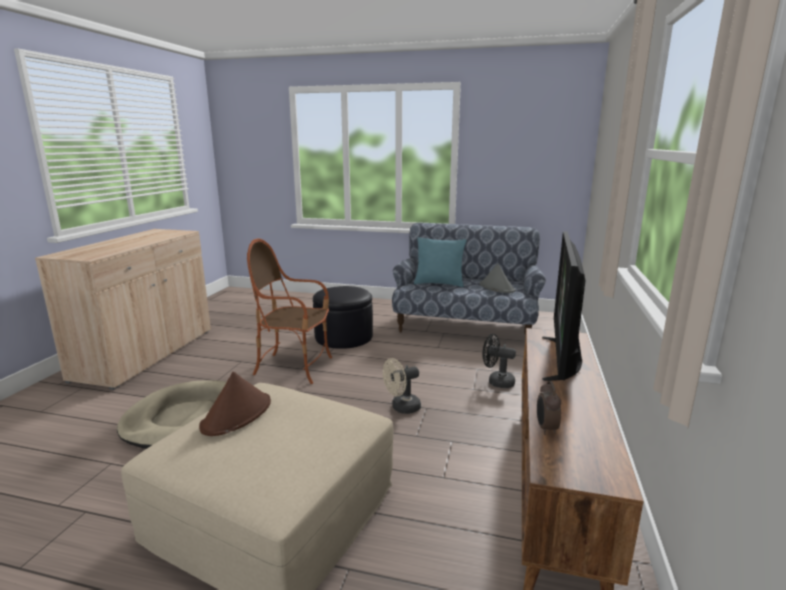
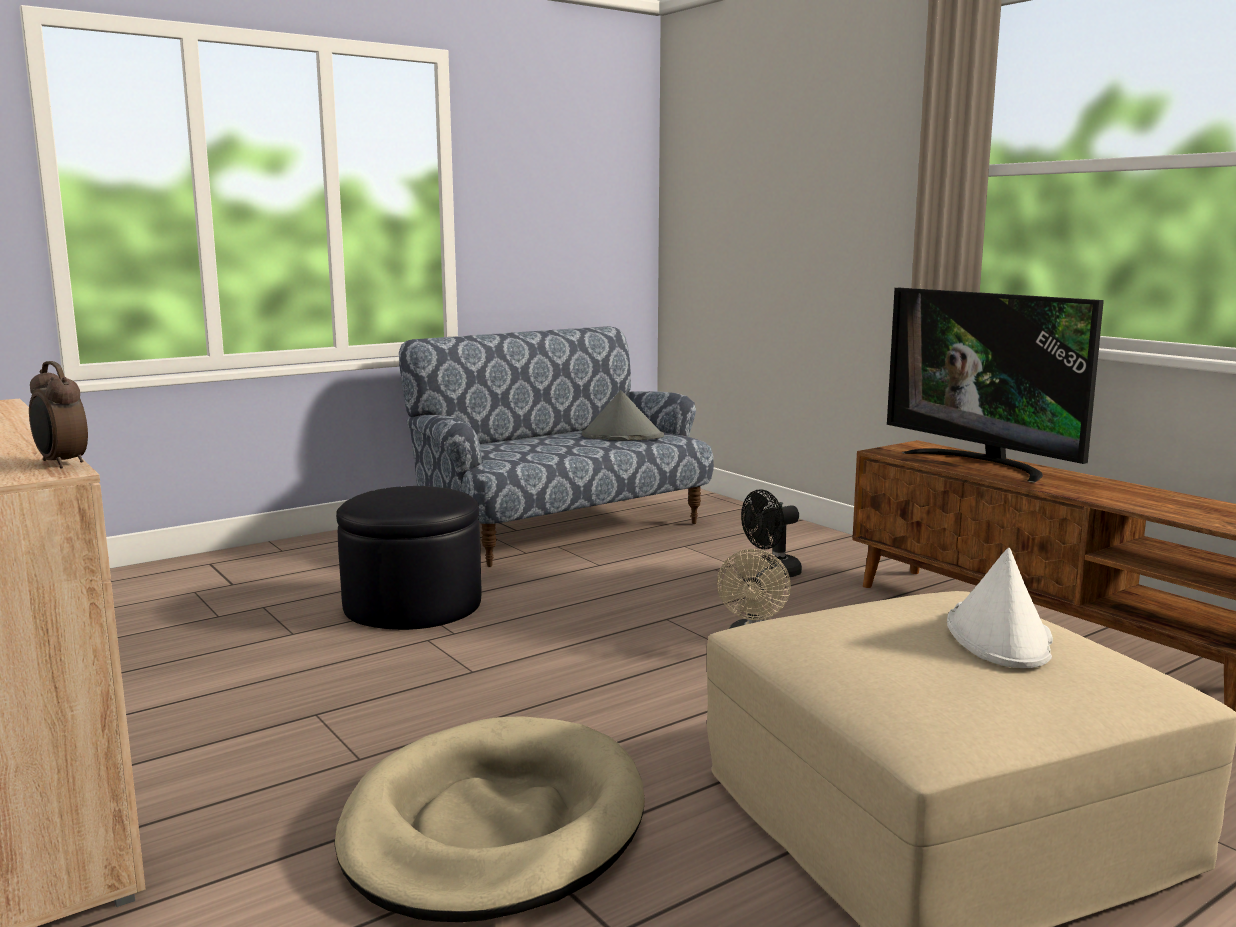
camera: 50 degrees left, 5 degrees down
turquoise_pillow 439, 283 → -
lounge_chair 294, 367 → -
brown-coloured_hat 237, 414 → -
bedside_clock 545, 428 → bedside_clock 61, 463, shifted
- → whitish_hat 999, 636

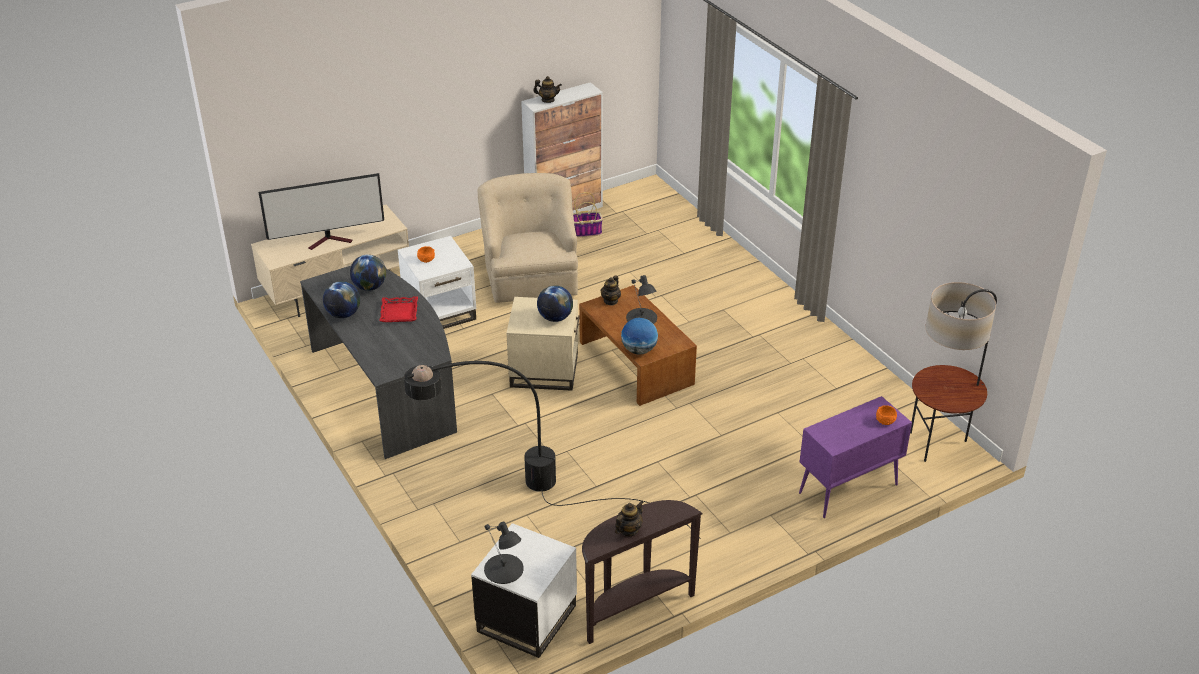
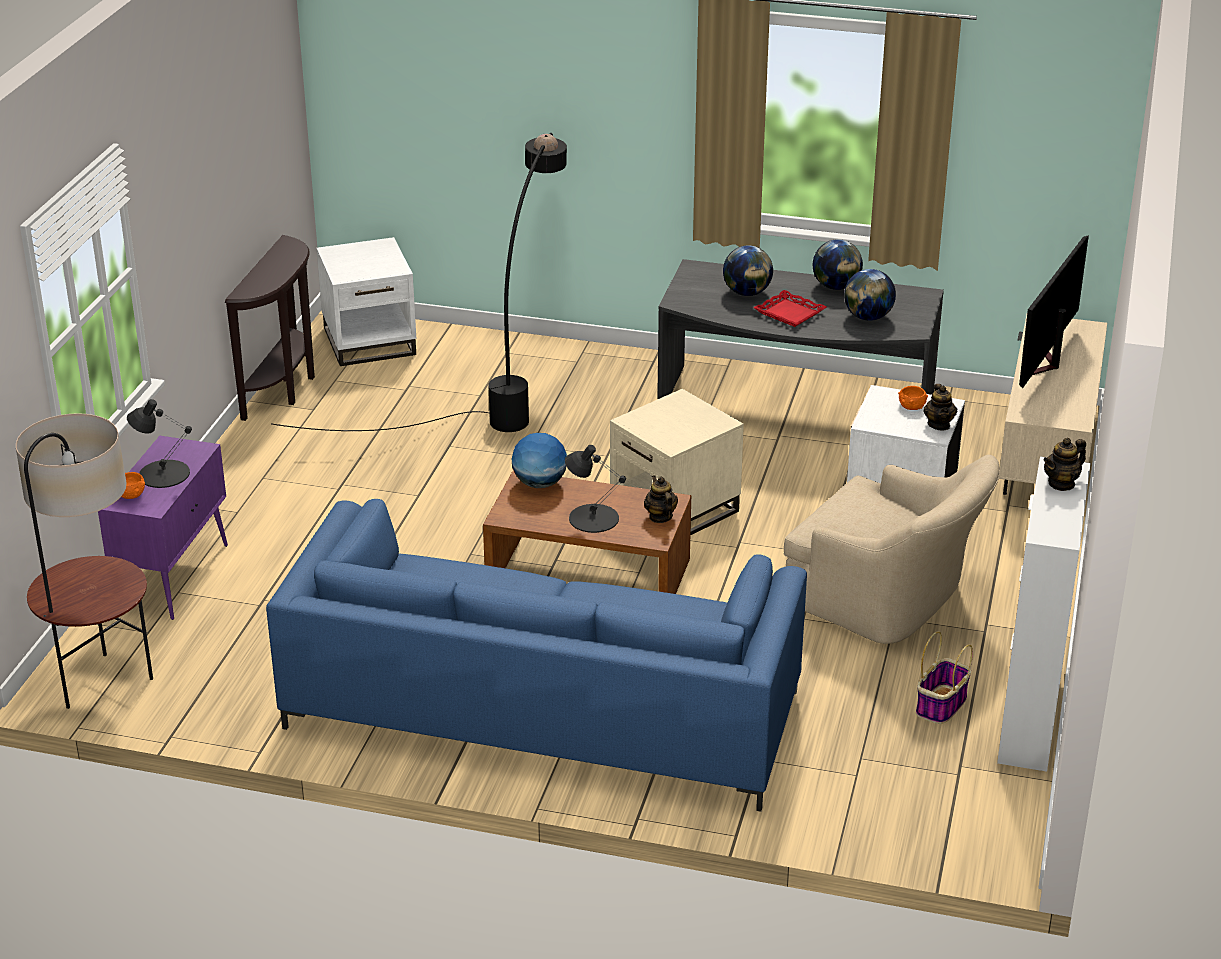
camera: 135 degrees right, 5 degrees down
globe 555, 318 → globe 747, 293, shifted
pot_for_tea 628, 530 → pot_for_tea 939, 425, shifted
black-coloured_table_lamp 504, 569 → black-coloured_table_lamp 163, 474, shifted
- → blue_settee 542, 709

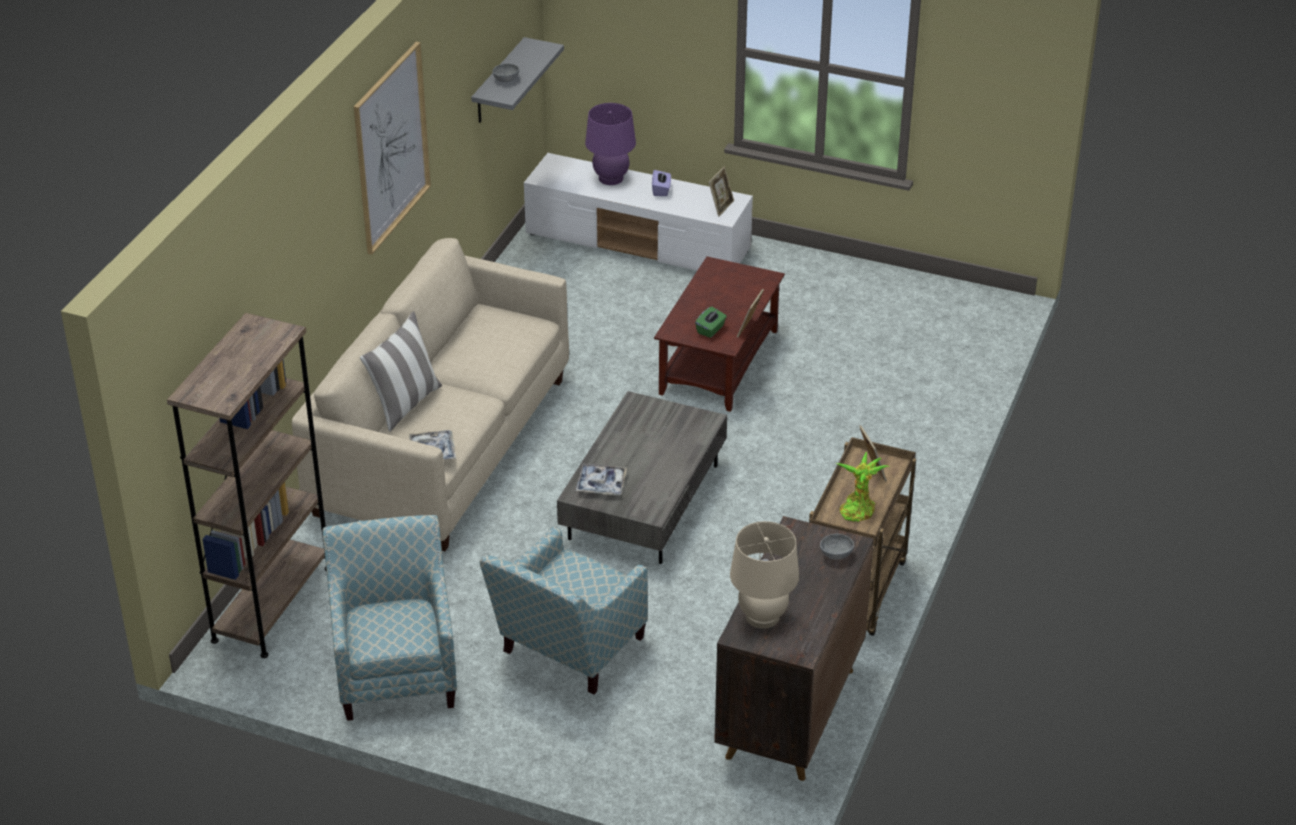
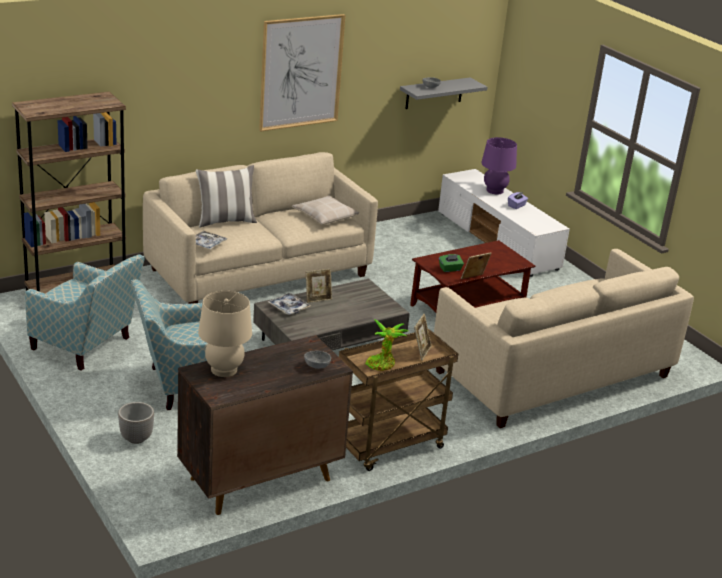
camera: 35 degrees right, 10 degrees down
standing_frame 721, 207 → standing_frame 318, 298, shifted
lounge_chair 396, 670 → lounge_chair 87, 347, 90 degrees clockwise
- → beige-coloured_pillow 324, 216
- → beige-coloured_settee 552, 374
- → plant_pot 136, 438

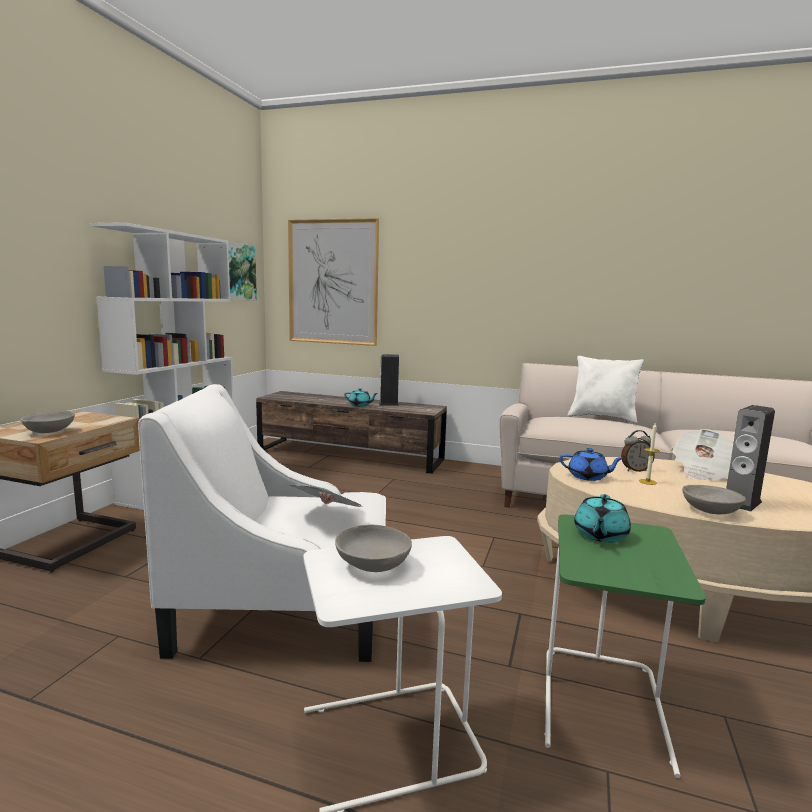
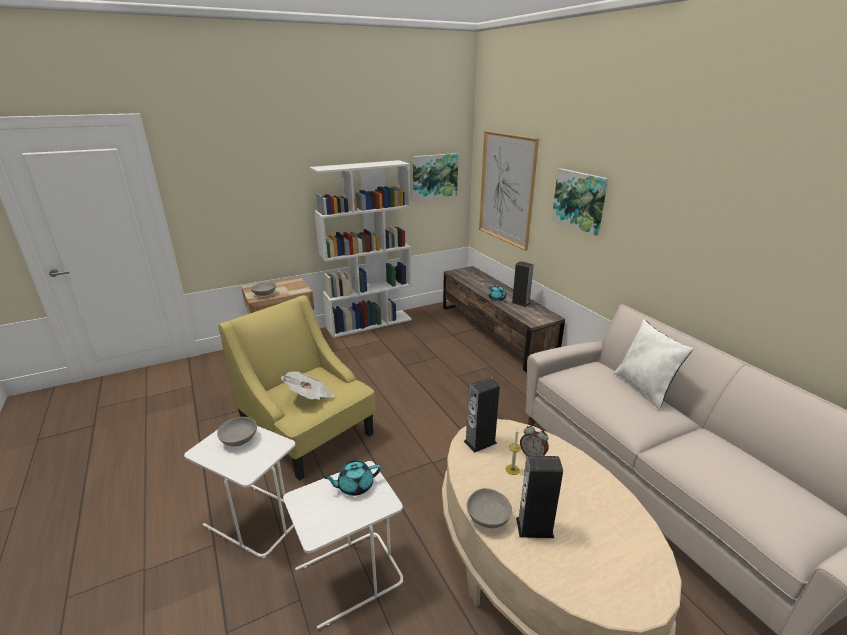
camera: 45 degrees right, 15 degrees up
whitish_lounge_chair 285, 609 → yellowish_lounge_chair 308, 431
newspaper 703, 472 → -
blue_pot_for_tea 588, 477 → speaker 480, 442
green-coloured_side_table 605, 706 → whitish_side_table 349, 577
- → wall_picture 579, 200

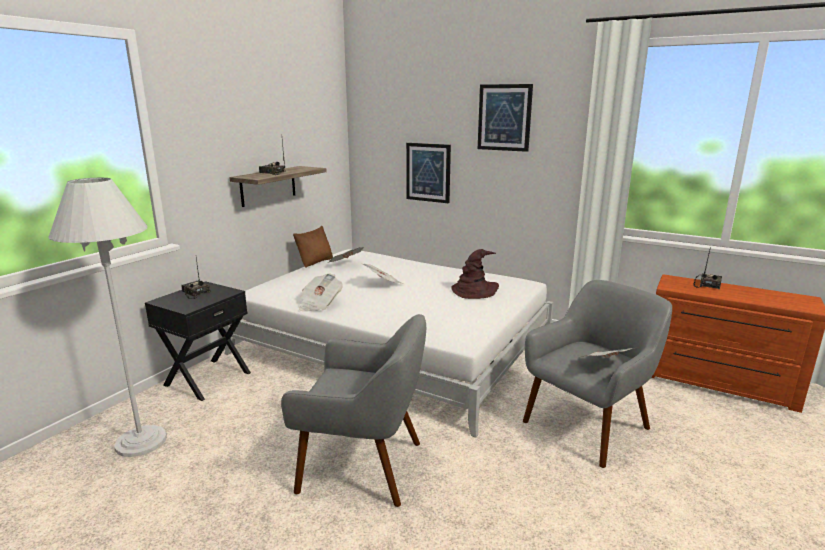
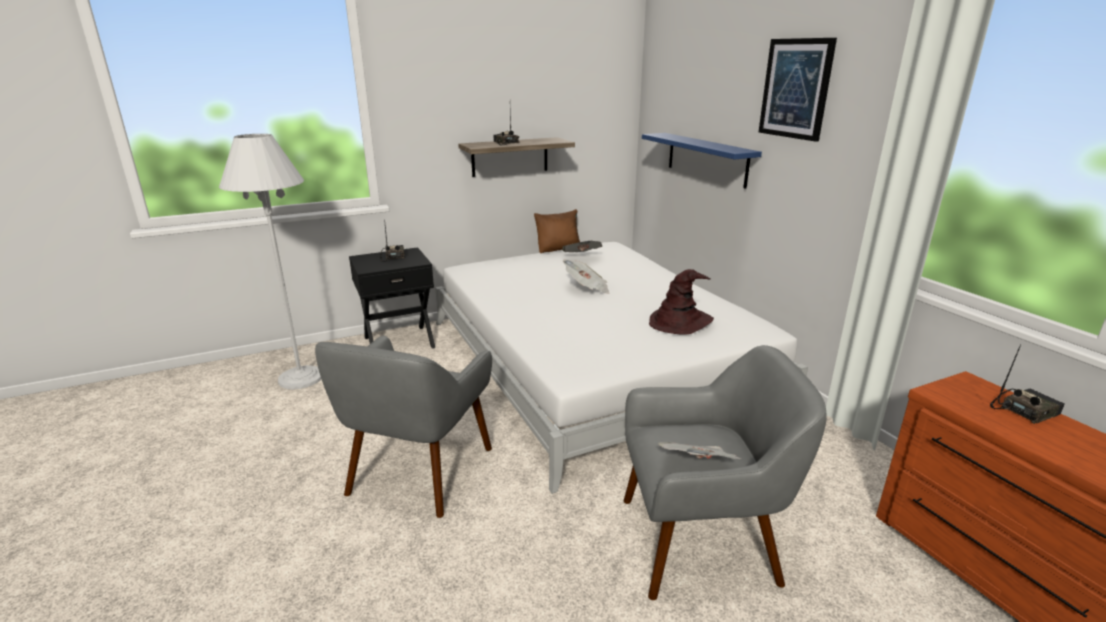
camera: 35 degrees right, 5 degrees up
wall_picture 428, 172 → blue_shelf 706, 159
newspaper 319, 304 → -
grey_lounge_chair 363, 466 → grey_lounge_chair 418, 472, 60 degrees clockwise

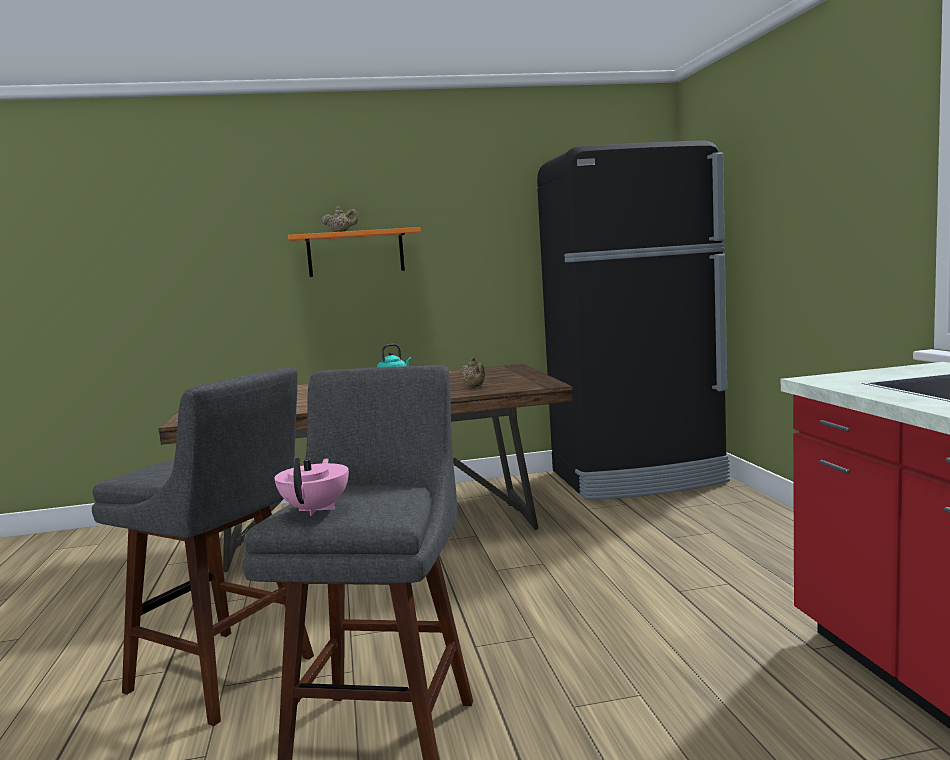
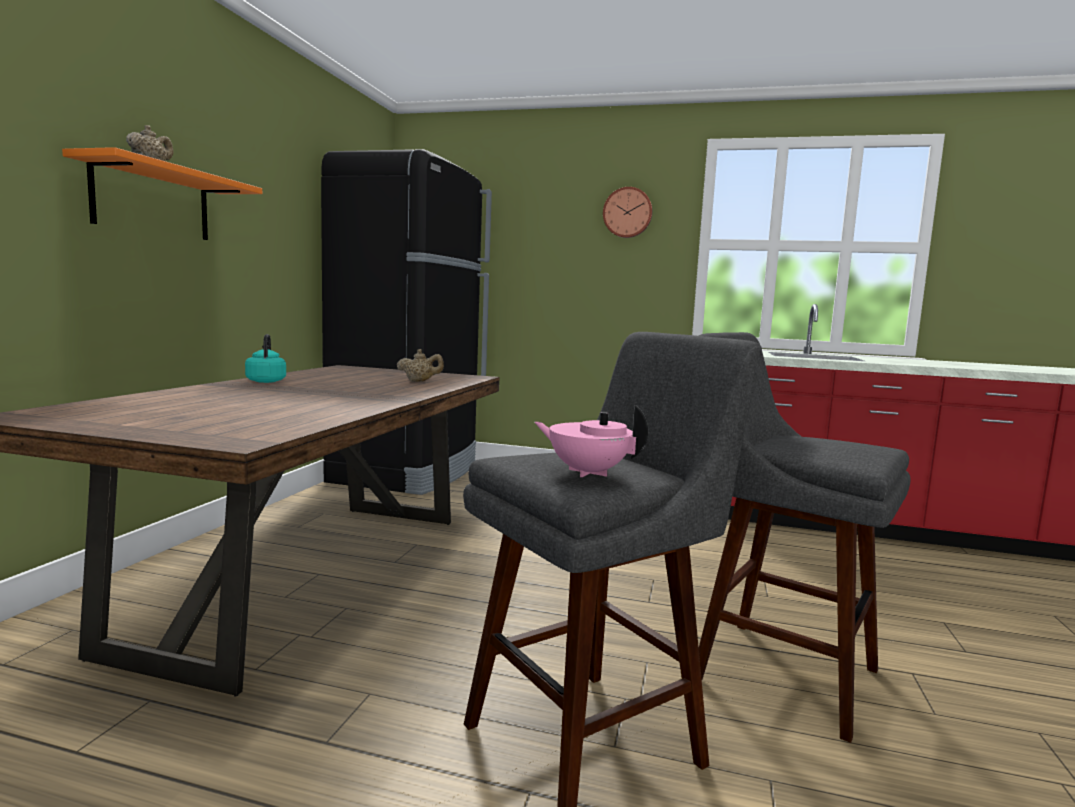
camera: 65 degrees left, 0 degrees up
pinkish_pot_for_tea 316, 509 → pinkish_pot_for_tea 587, 472, shifted
- → hanging_clock 627, 213

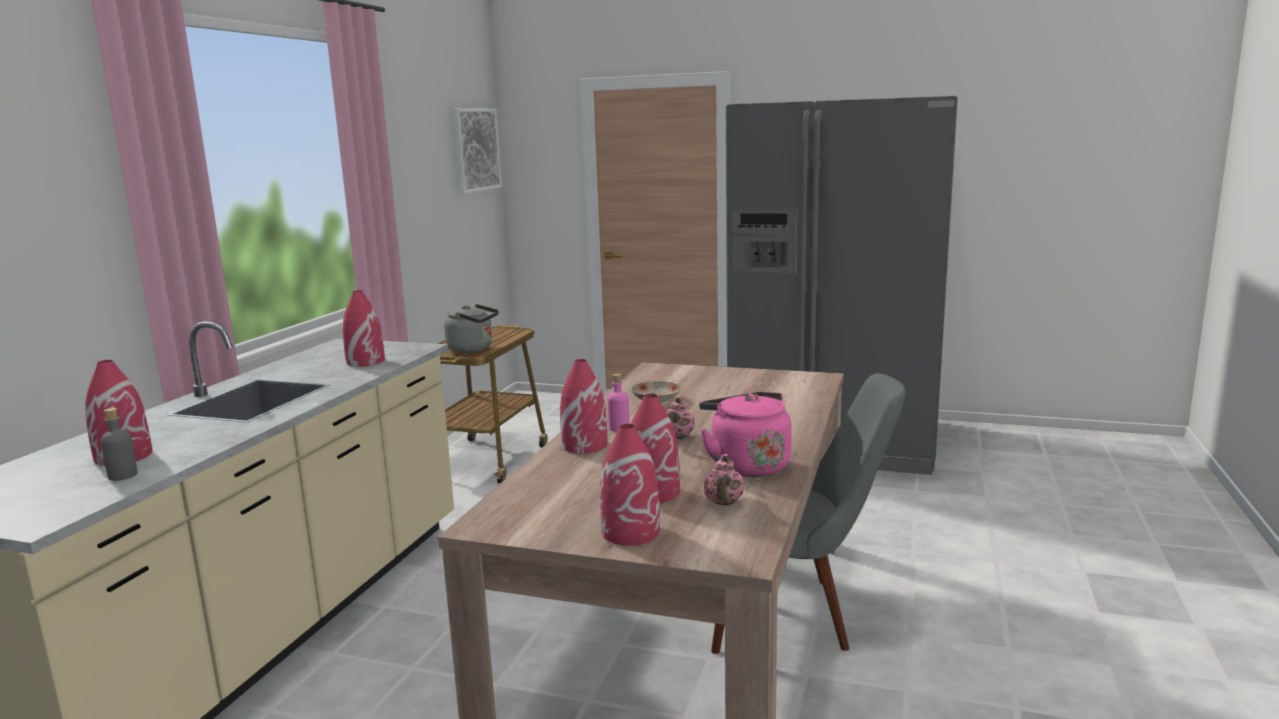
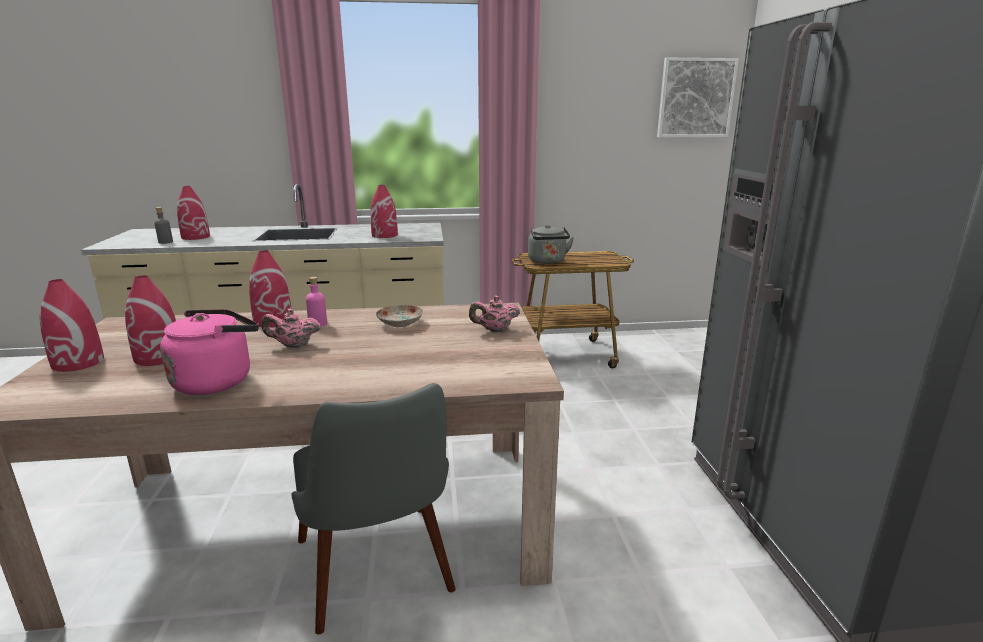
camera: 65 degrees right, 5 degrees up
pinkish_pot_for_tea 723, 503 → pinkish_pot_for_tea 494, 330, shifted

